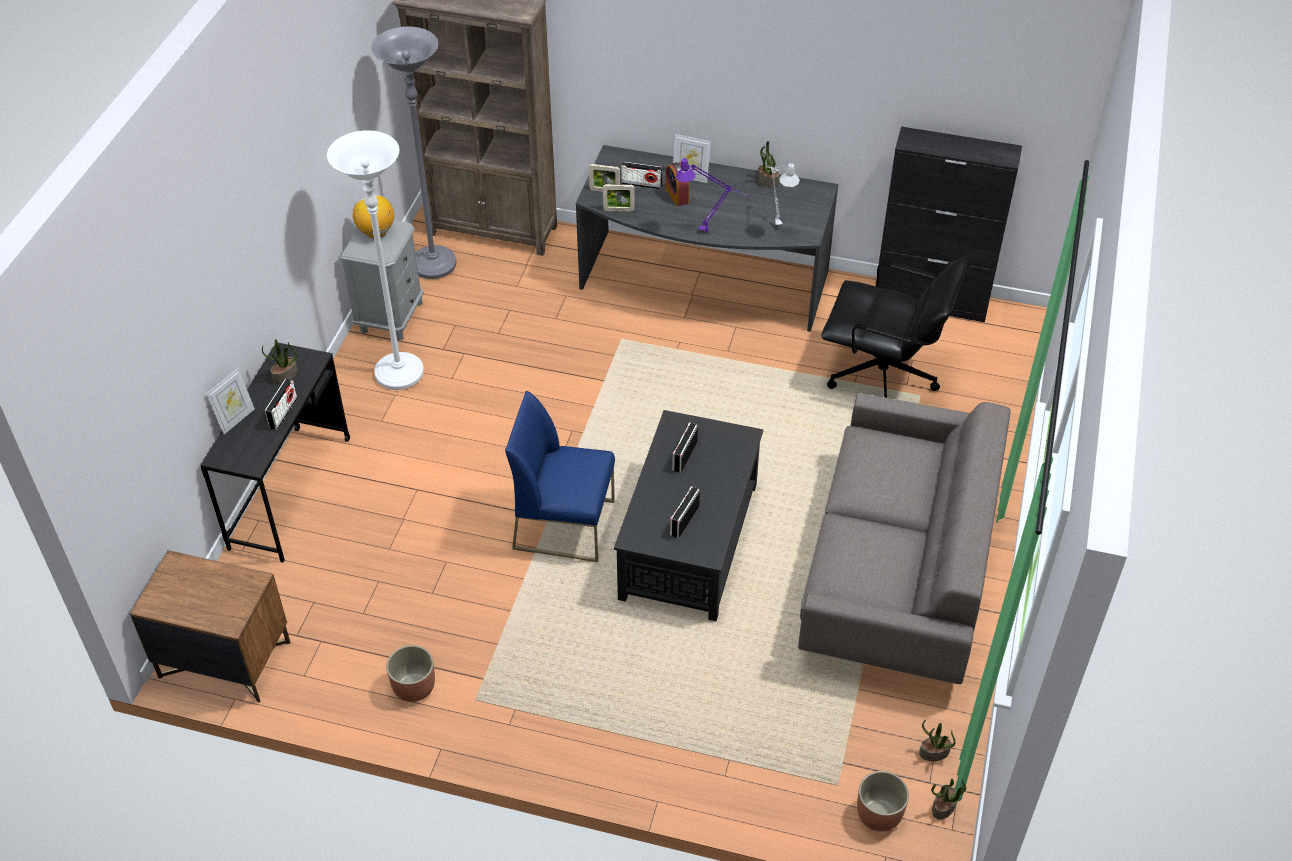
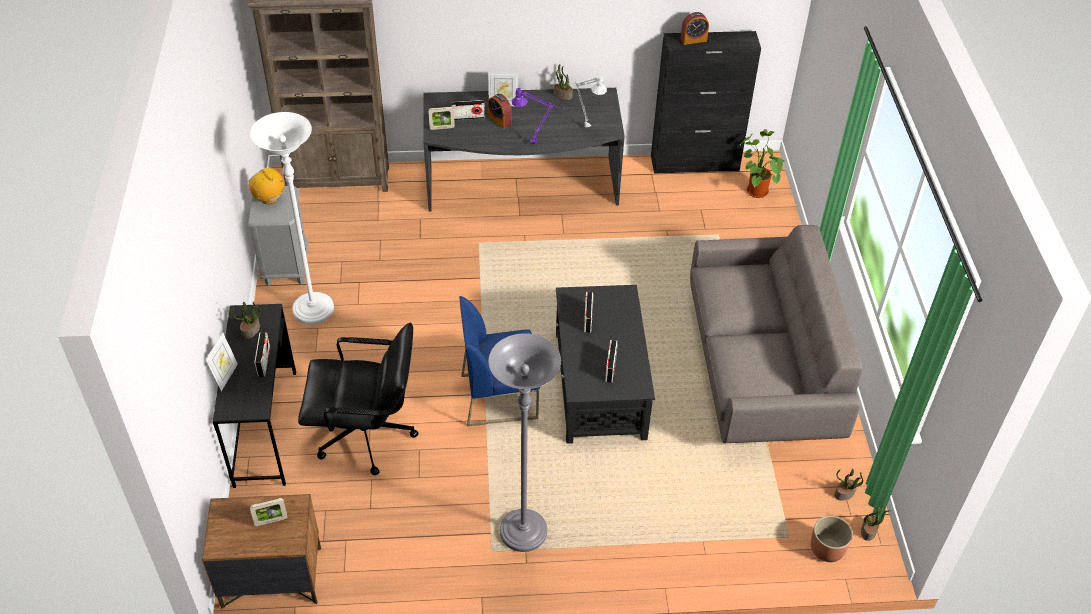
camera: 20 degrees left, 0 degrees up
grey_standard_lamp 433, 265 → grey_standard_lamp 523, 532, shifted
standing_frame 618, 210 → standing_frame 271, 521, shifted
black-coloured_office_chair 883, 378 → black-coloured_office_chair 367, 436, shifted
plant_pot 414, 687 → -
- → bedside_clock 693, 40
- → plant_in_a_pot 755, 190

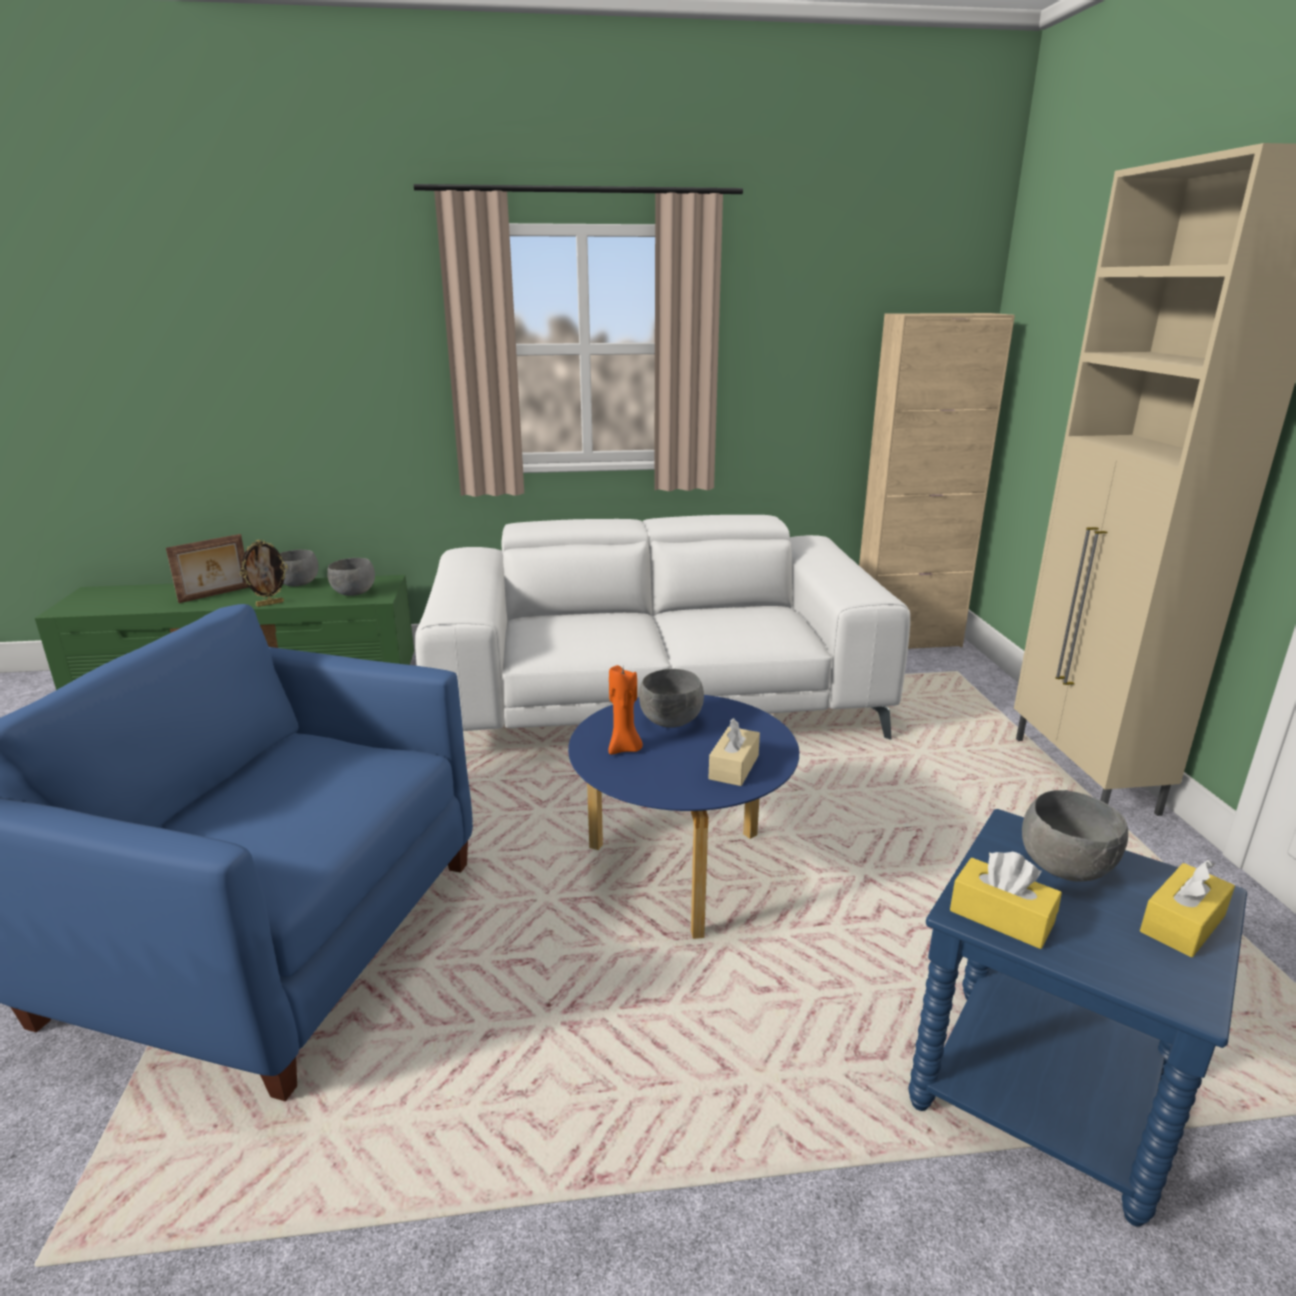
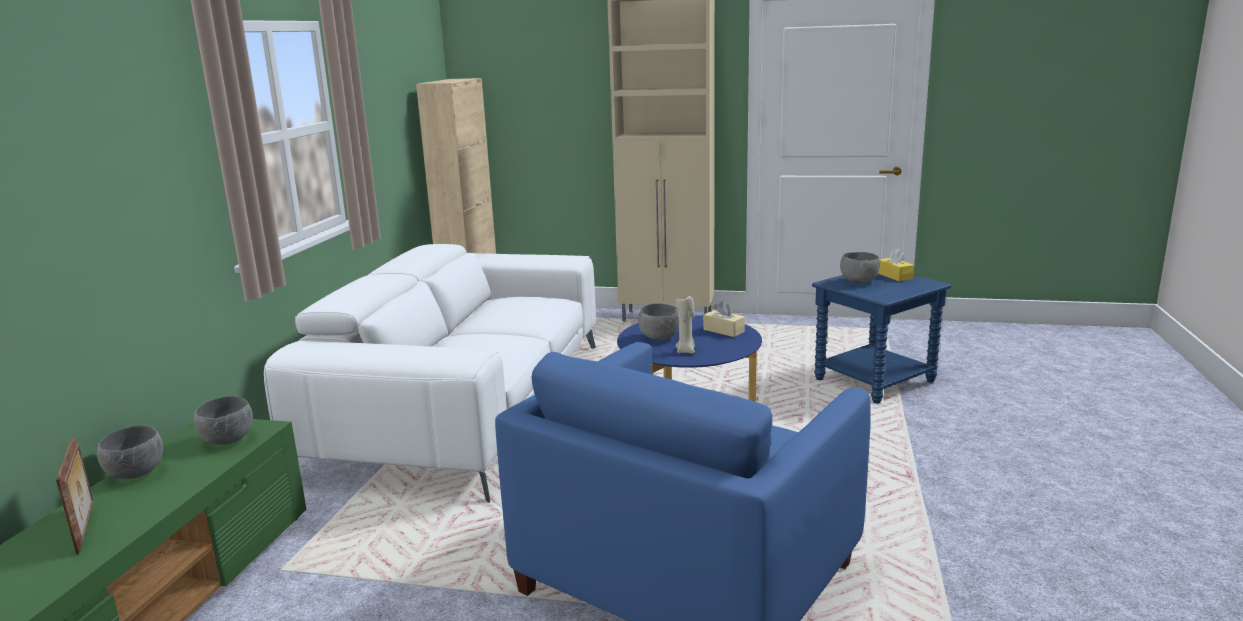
camera: 70 degrees left, 5 degrees down
standing_frame 270, 604 → -
orange_wax_candle 625, 749 → beige-coloured_wax_candle 686, 351
yellowish_box_of_tissues 1001, 917 → -

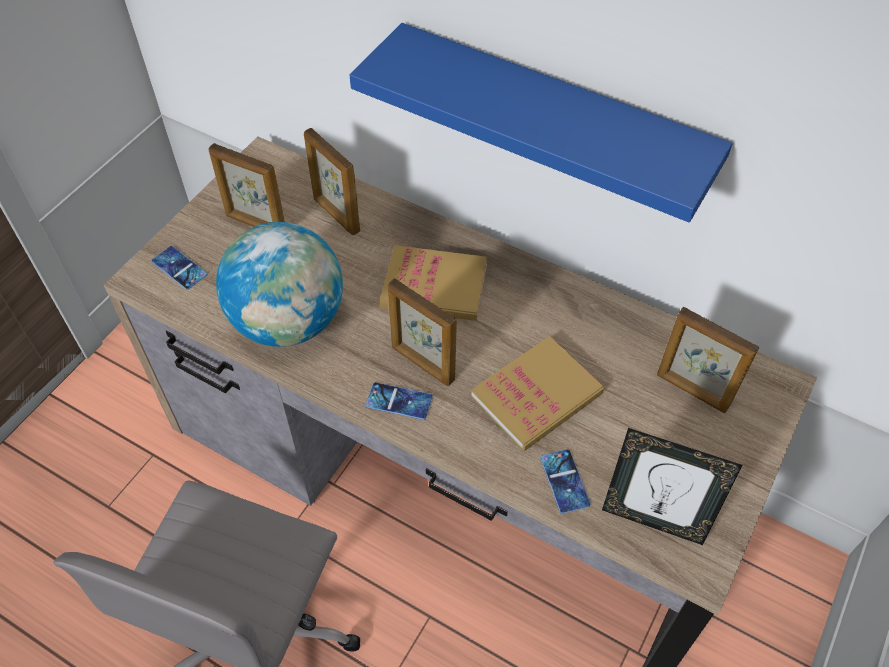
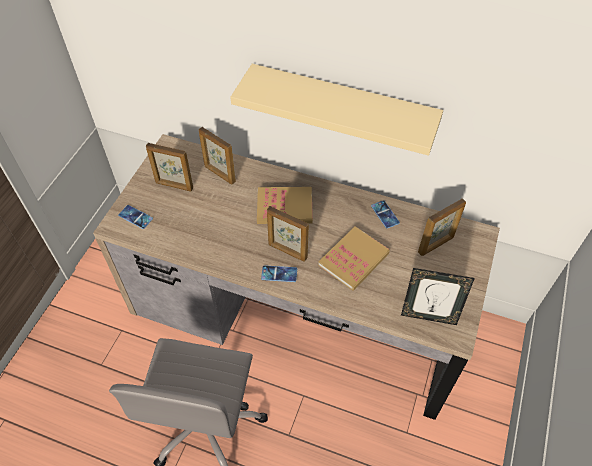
camera: 10 degrees left, 0 degrees up
blue_shelf 552, 120 → beige-coloured_shelf 342, 108
globe 289, 322 → -
standing_frame 692, 391 → standing_frame 436, 245, 60 degrees counterclockwise
telephone 564, 481 → telephone 385, 214, shifted

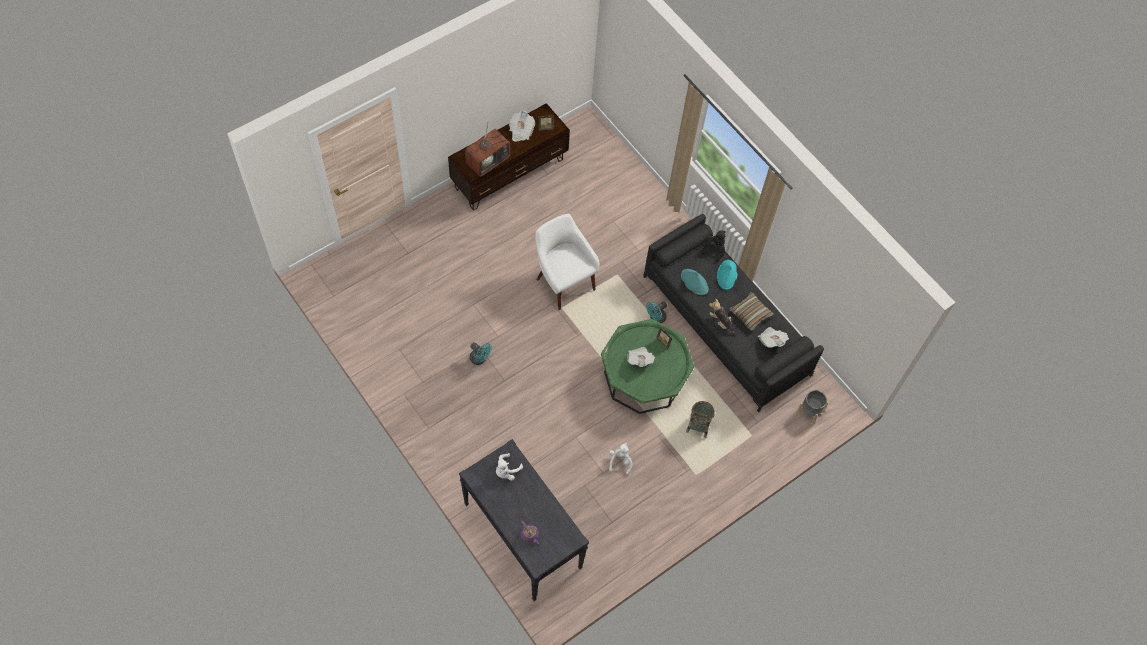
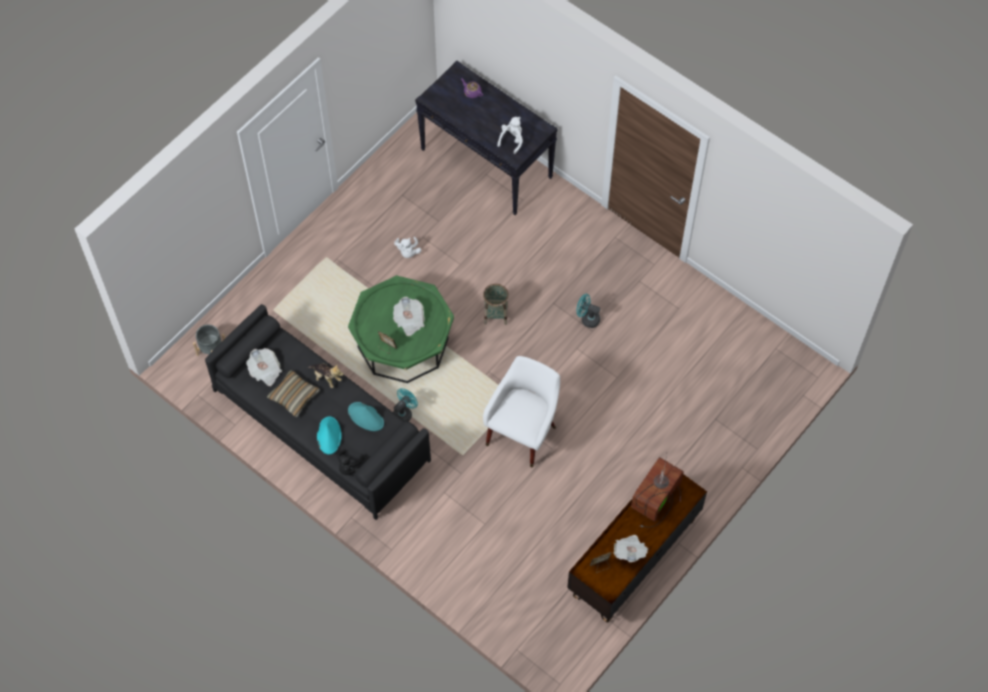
camera: 170 degrees right, 0 degrees up
whitish_lounge_chair 563, 281 → whitish_lounge_chair 523, 431, 105 degrees counterclockwise
basket 698, 426 → basket 496, 314, shifted

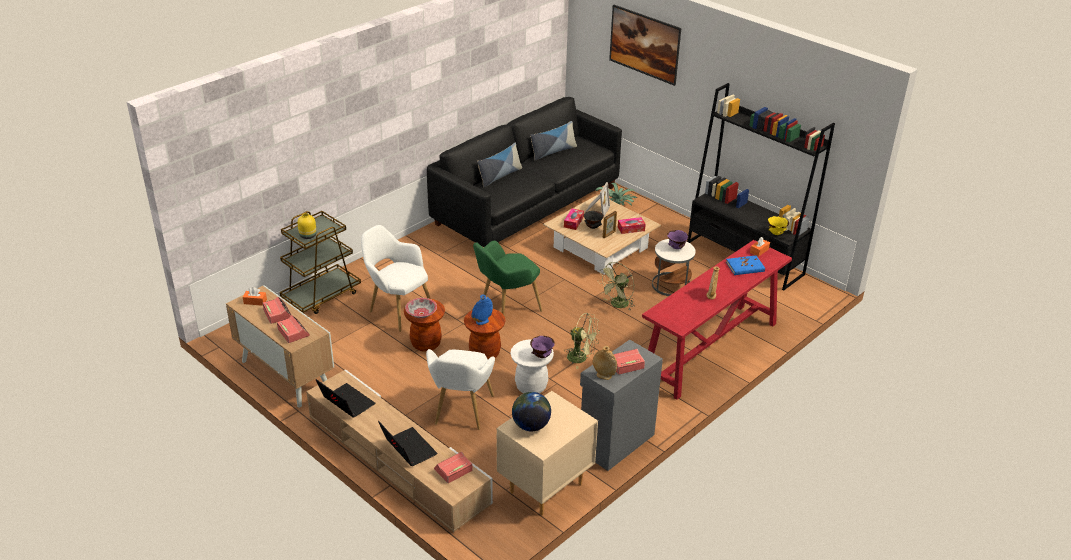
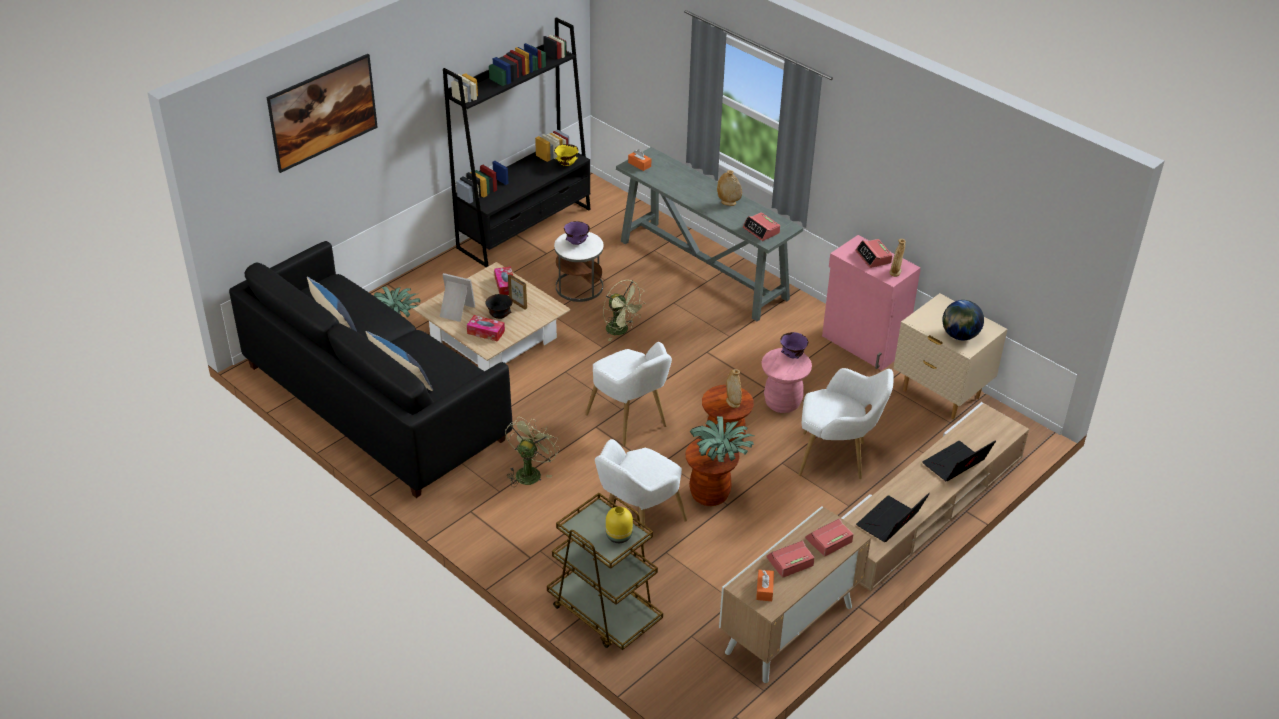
camera: 90 degrees left, 5 degrees up
red-coloured_narrow_table 710, 350 → grey_narrow_table 704, 270
green-coloured_lounge_chair 506, 308 → whitish_lounge_chair 630, 423
blue_bound_book 745, 267 → -
blue_flower_vase 482, 322 → beige-coloured_flower_vase 733, 403
deep_dish 421, 313 → plant_in_a_pot 720, 456
green-coloured_cooling_fan 581, 358 → green-coloured_cooling_fan 530, 472, shifted
whitish_sitting_stool 531, 386 → pinkish_sitting_stool 782, 403
grey_cabinet 615, 442 → pinkish_cabinet 863, 344
bedside_clock 453, 470 → bedside_clock 761, 230, shifted

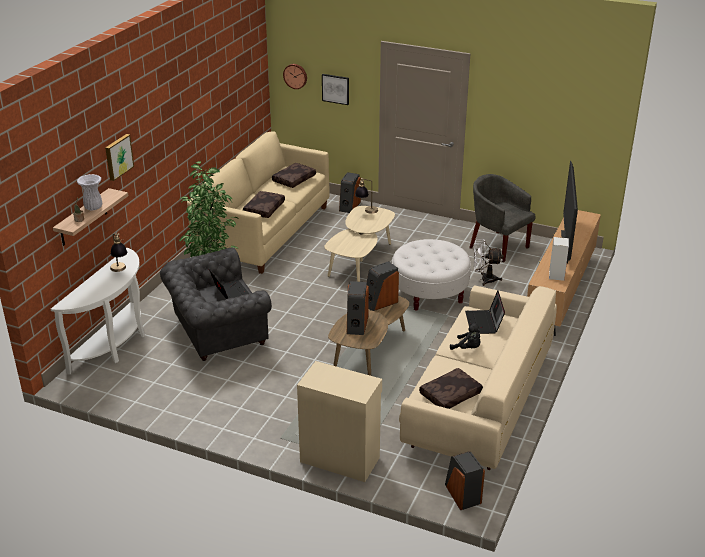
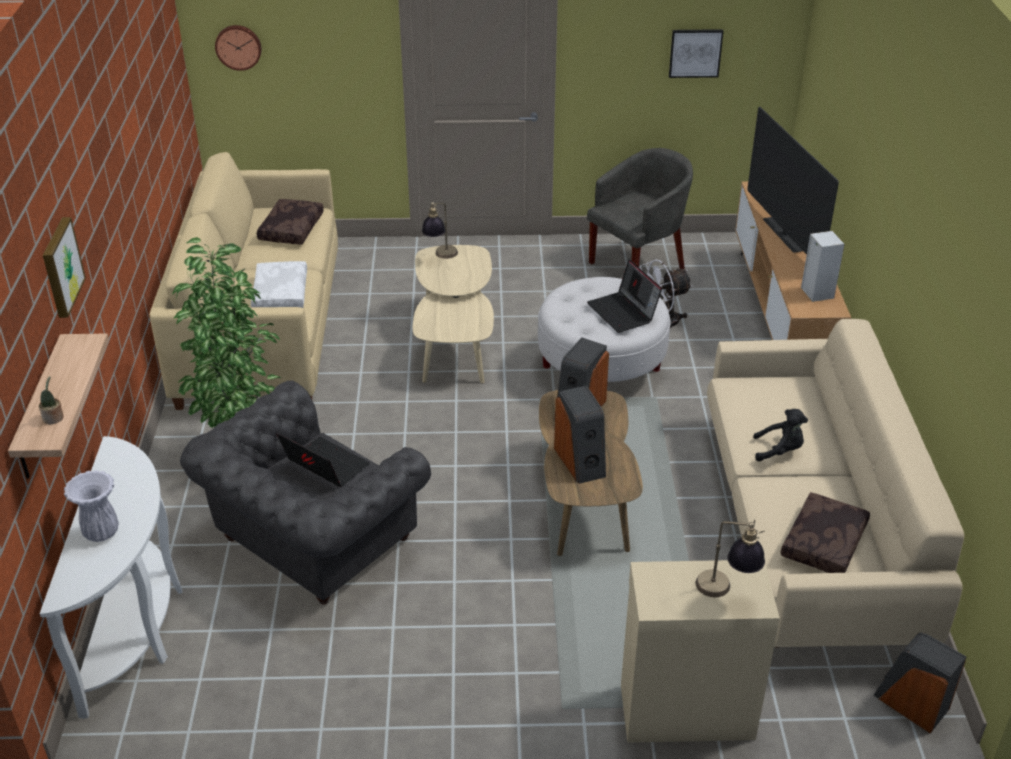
camera: 25 degrees left, 5 degrees up
wall_picture 335, 89 → wall_picture 695, 53, shifted
speaker 349, 206 → -
whitish_flower_vase 94, 207 → whitish_flower_vase 102, 532, shifted
grey_lounge_chair 497, 246 → grey_lounge_chair 638, 263, 120 degrees clockwise
brown-coloured_pillow 263, 209 → whitish_pillow 279, 294
table_lamp 120, 271 → table_lamp 726, 591, shifted
notebook_computer 484, 323 → notebook_computer 623, 312, shifted

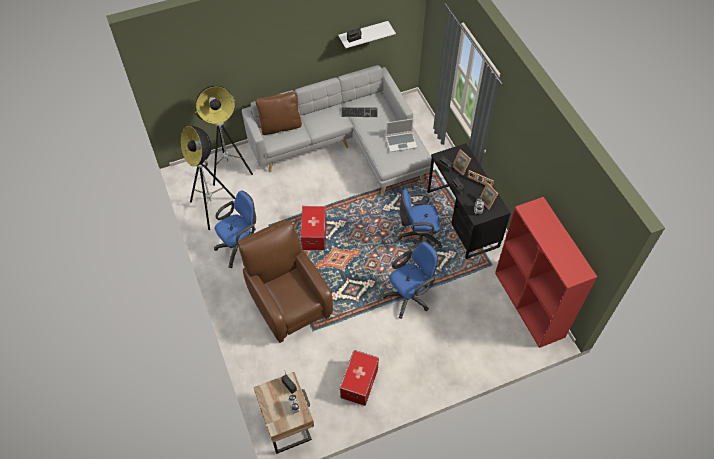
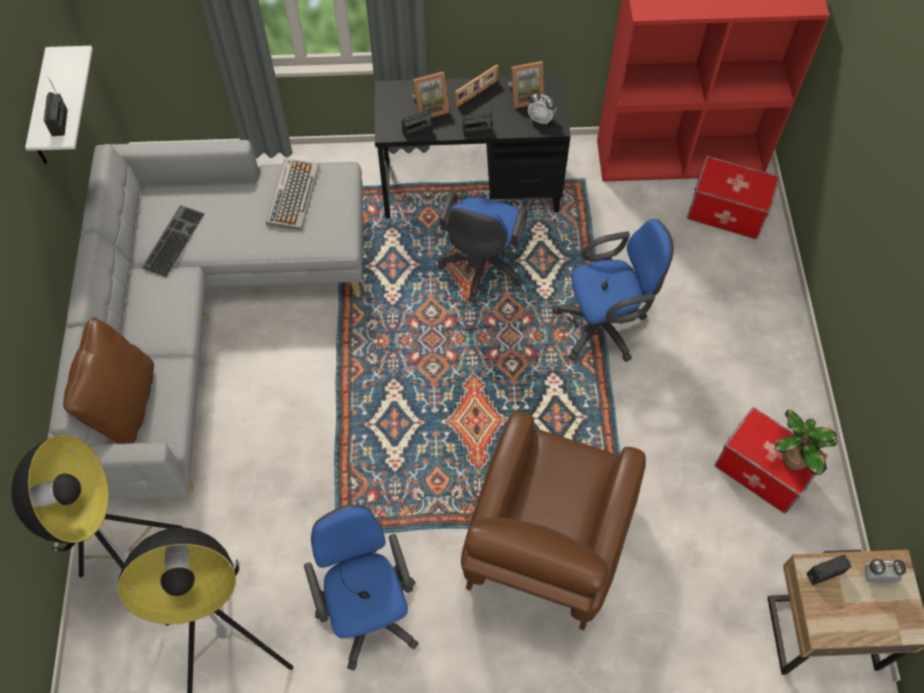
camera: 70 degrees left, 5 degrees up
notebook_computer 401, 142 → computer_keyboard 292, 194
storage_box 314, 234 → storage_box 726, 212, shifted
brown-coloured_lounge_chair 288, 302 → brown-coloured_lounge_chair 543, 547, 60 degrees counterclockwise
blue_office_chair 410, 296 → blue_office_chair 605, 325, 90 degrees clockwise
- → plant_in_a_pot 791, 459

